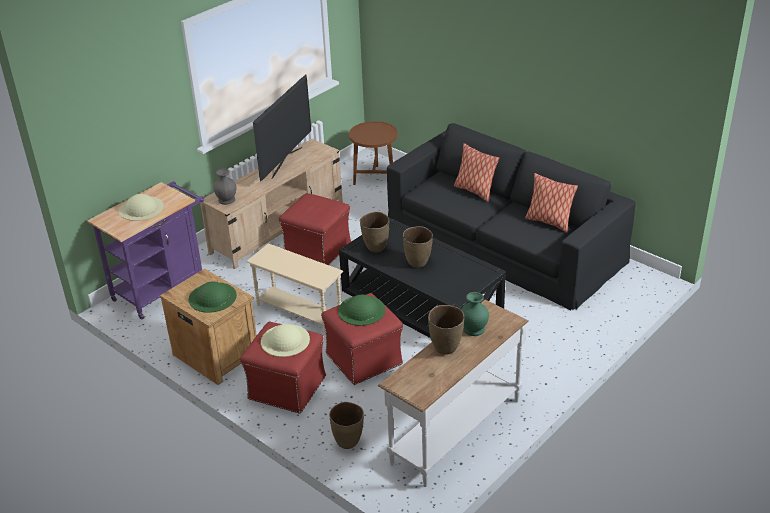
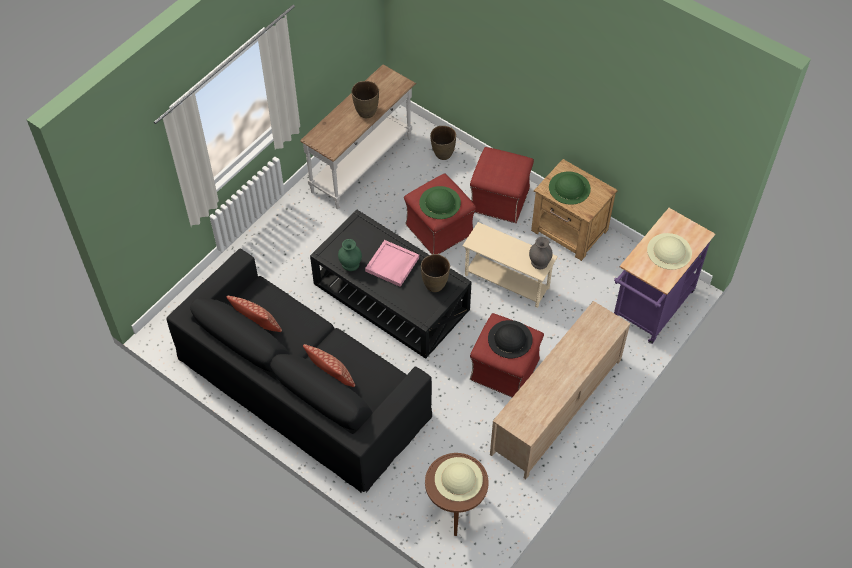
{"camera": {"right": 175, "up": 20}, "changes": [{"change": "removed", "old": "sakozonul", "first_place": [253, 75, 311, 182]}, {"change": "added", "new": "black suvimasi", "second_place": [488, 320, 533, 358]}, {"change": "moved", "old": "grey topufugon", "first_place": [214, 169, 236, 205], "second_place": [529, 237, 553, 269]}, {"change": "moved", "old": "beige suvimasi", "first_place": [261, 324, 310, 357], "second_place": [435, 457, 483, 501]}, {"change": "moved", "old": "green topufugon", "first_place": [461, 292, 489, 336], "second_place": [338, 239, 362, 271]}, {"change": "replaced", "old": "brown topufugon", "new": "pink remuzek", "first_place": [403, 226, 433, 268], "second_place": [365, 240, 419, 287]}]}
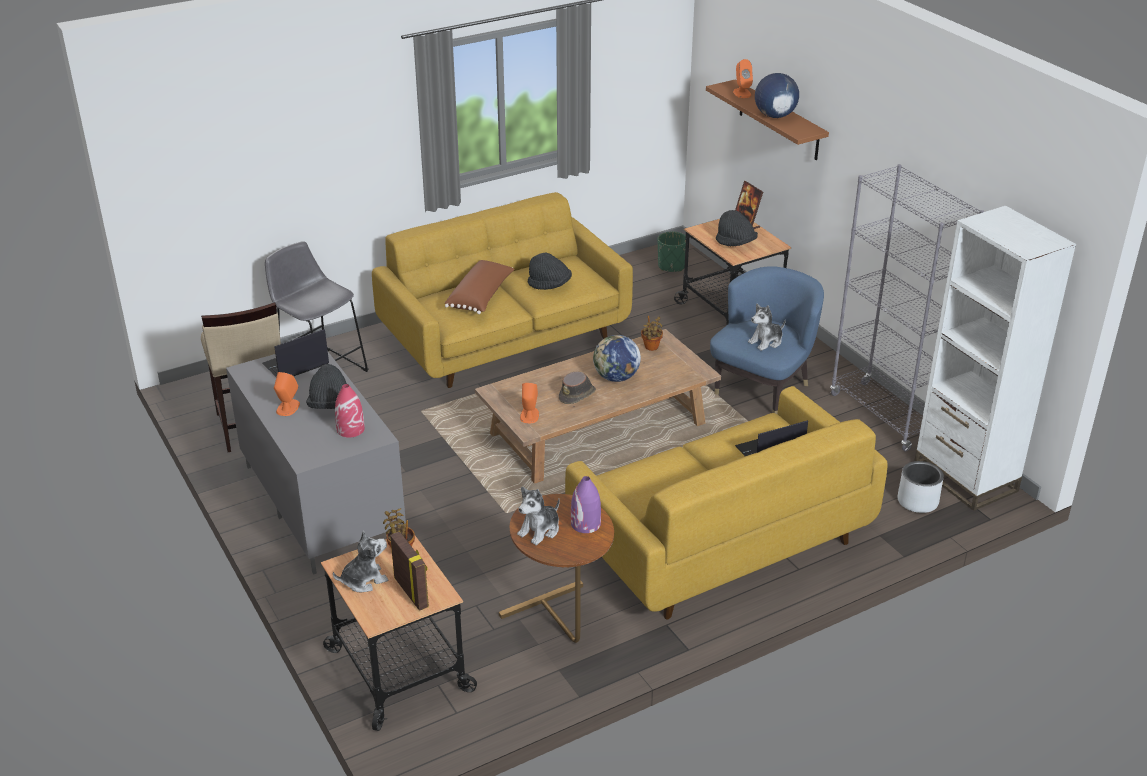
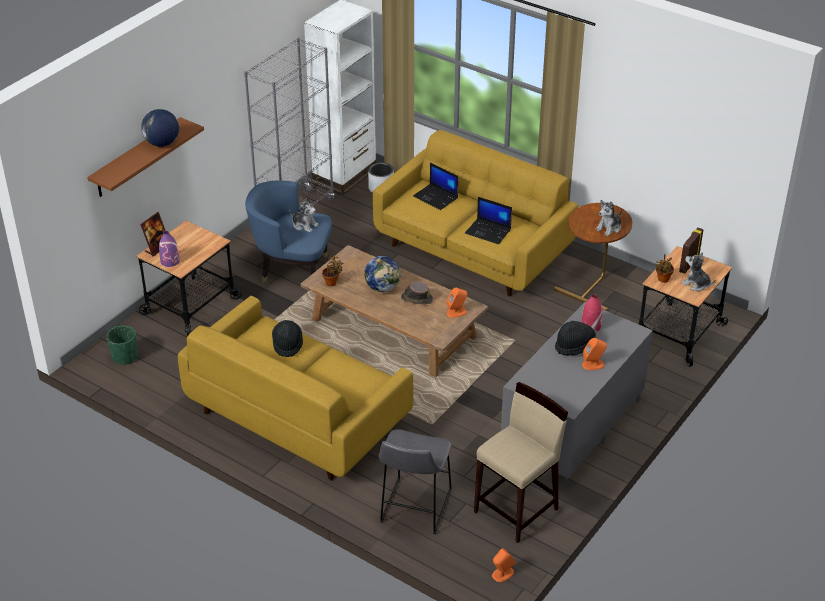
{"camera": {"right": -115, "up": 5}, "changes": [{"change": "removed", "old": "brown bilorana", "first_place": [445, 260, 515, 314]}, {"change": "removed", "old": "black suvimasi", "first_place": [716, 210, 758, 246]}, {"change": "moved", "old": "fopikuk", "first_place": [262, 329, 329, 377], "second_place": [465, 197, 512, 244]}, {"change": "moved", "old": "purple topufugon", "first_place": [571, 476, 601, 533], "second_place": [159, 231, 180, 267]}, {"change": "moved", "old": "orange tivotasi", "first_place": [733, 59, 753, 98], "second_place": [492, 548, 516, 582]}, {"change": "turned", "old": "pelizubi", "first_place": [517, 487, 560, 545], "second_place": [595, 200, 622, 236], "degrees": 120}]}
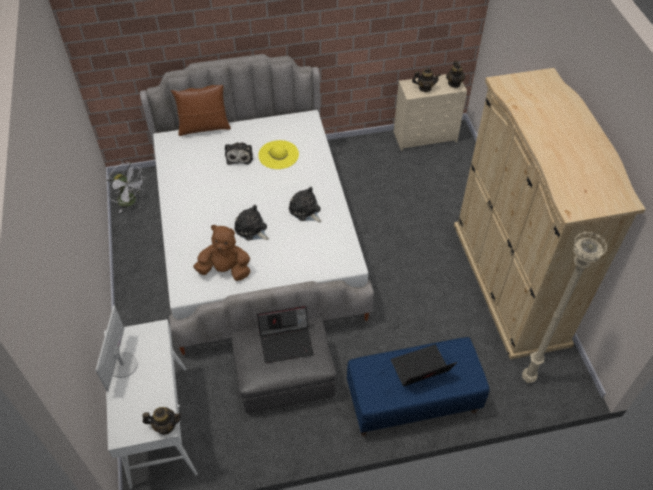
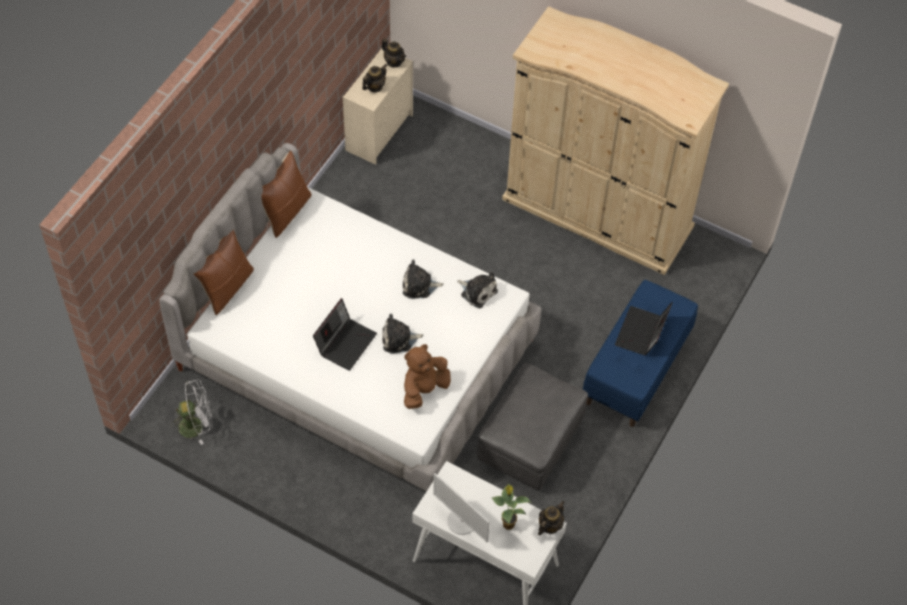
{"camera": {"right": -50, "up": 5}, "changes": [{"change": "removed", "old": "yellow suvimasi", "first_place": [258, 140, 299, 169]}, {"change": "removed", "old": "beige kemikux", "first_place": [522, 232, 608, 383]}, {"change": "added", "new": "brown bilorana", "second_place": [261, 150, 312, 238]}, {"change": "added", "new": "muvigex", "second_place": [492, 484, 531, 530]}, {"change": "moved", "old": "pelizubi", "first_place": [225, 142, 253, 165], "second_place": [457, 272, 498, 308]}, {"change": "moved", "old": "fopikuk", "first_place": [257, 306, 314, 363], "second_place": [313, 298, 377, 371]}]}
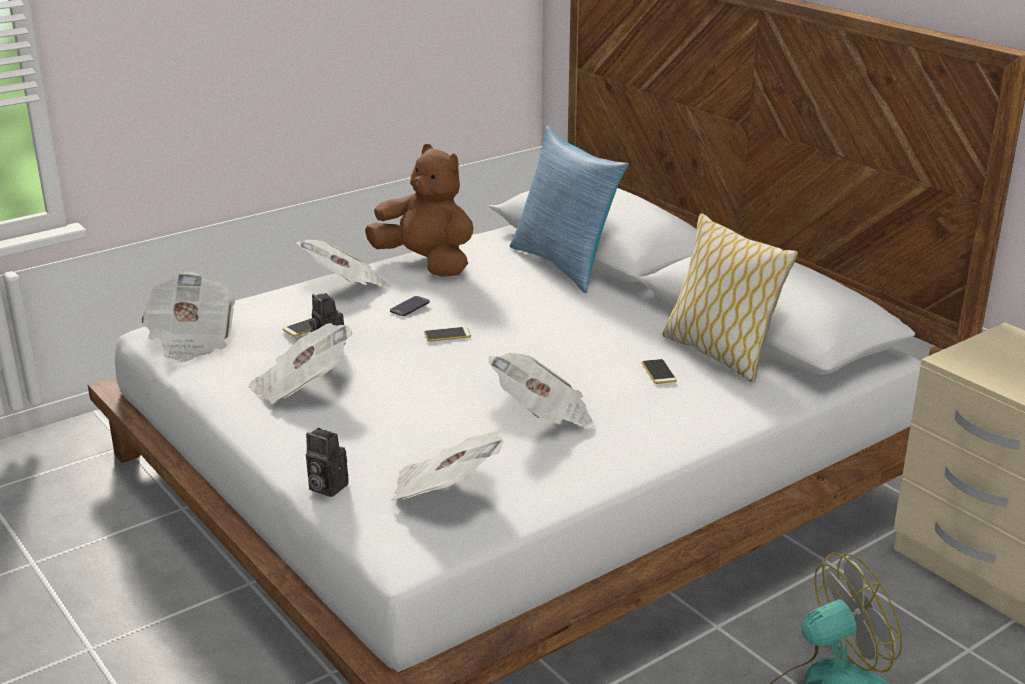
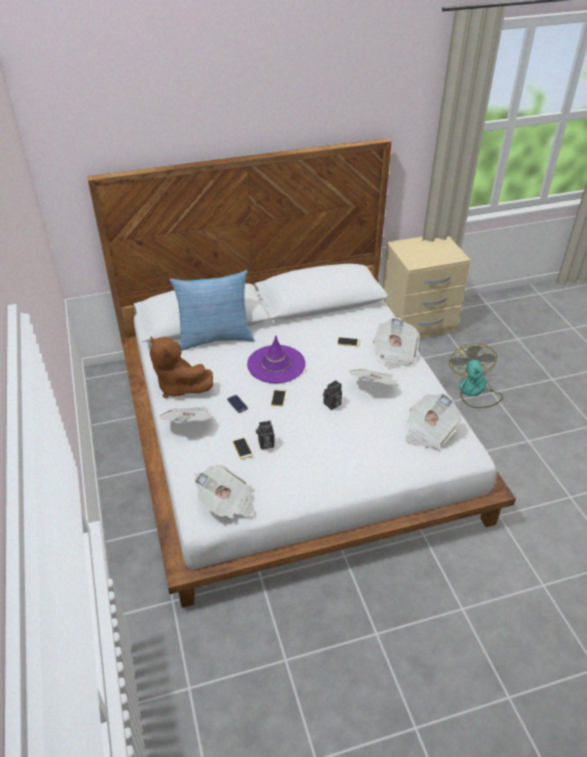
{"camera": {"right": -70, "up": 15}, "changes": [{"change": "removed", "old": "bilorana", "first_place": [663, 213, 798, 383]}, {"change": "added", "new": "purple suvimasi", "second_place": [247, 336, 306, 383]}, {"change": "moved", "old": "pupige", "first_place": [249, 323, 352, 404], "second_place": [373, 317, 420, 369]}, {"change": "moved", "old": "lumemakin", "first_place": [306, 428, 349, 497], "second_place": [323, 380, 342, 410]}, {"change": "turned", "old": "brown pelizubi", "first_place": [365, 144, 474, 277], "second_place": [150, 336, 213, 398], "degrees": -105}]}
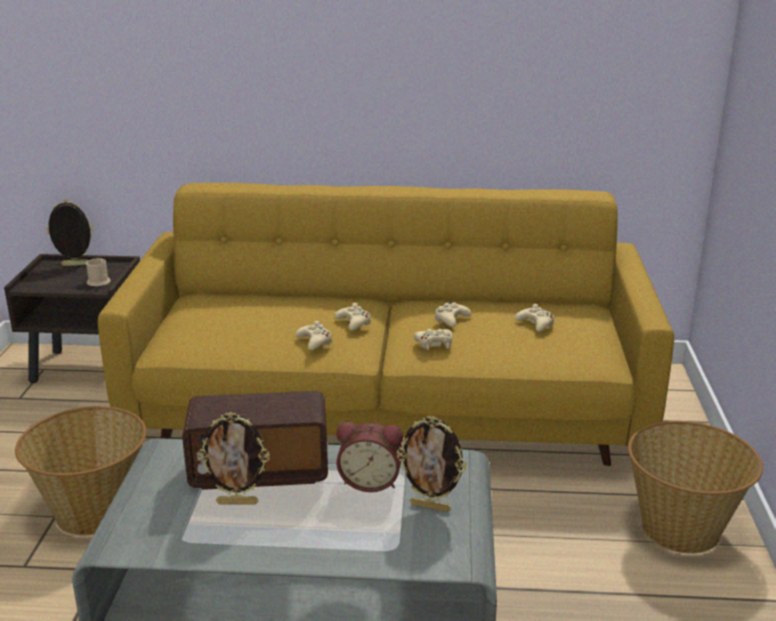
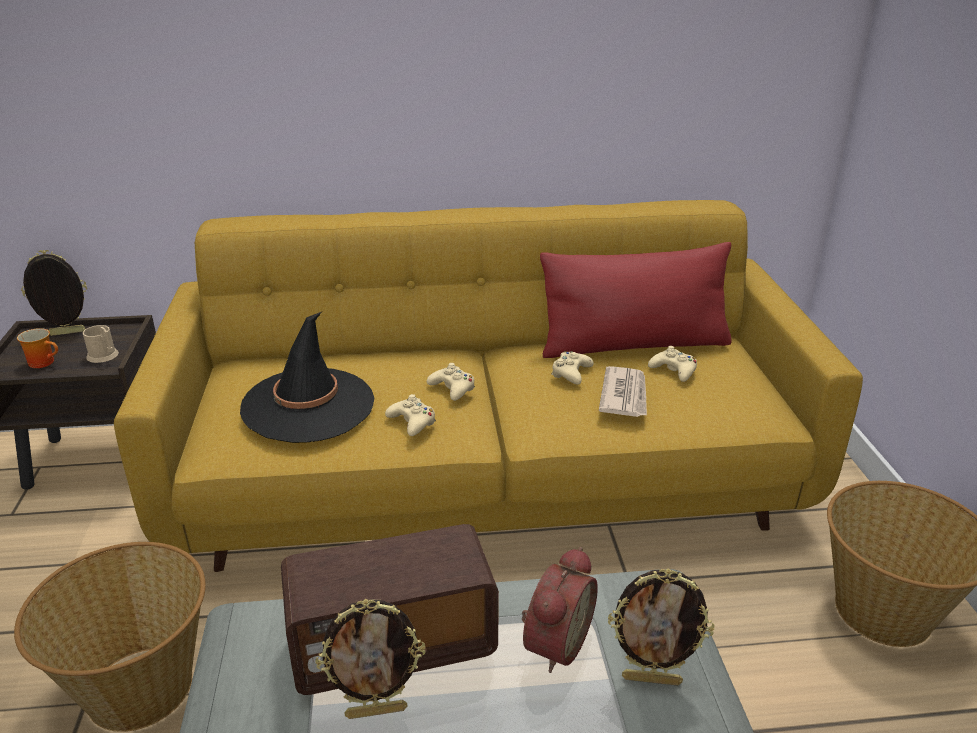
{"camera": {"right": -10, "up": 5}, "changes": [{"change": "removed", "old": "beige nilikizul", "first_place": [414, 329, 453, 350]}, {"change": "added", "new": "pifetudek", "second_place": [17, 328, 58, 368]}, {"change": "added", "new": "black suvimasi", "second_place": [240, 312, 374, 443]}, {"change": "added", "new": "red bilorana", "second_place": [540, 242, 732, 358]}, {"change": "added", "new": "pupige", "second_place": [599, 366, 647, 417]}, {"change": "turned", "old": "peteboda", "first_place": [337, 422, 403, 492], "second_place": [522, 547, 598, 673], "degrees": -60}]}
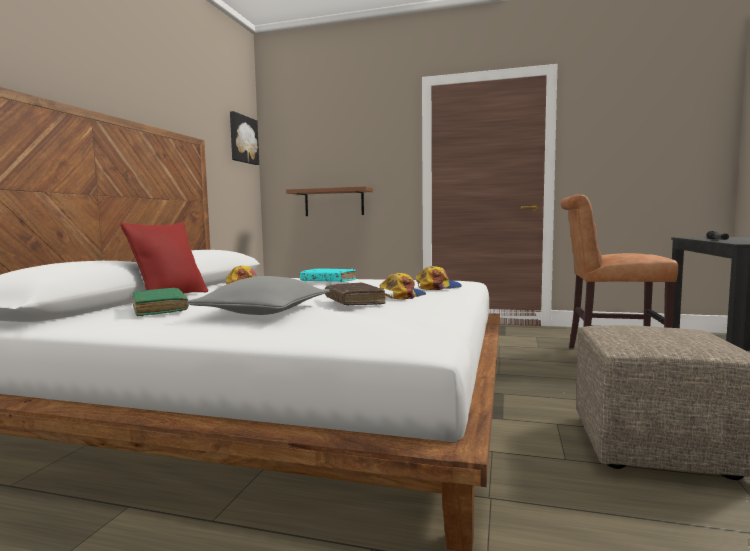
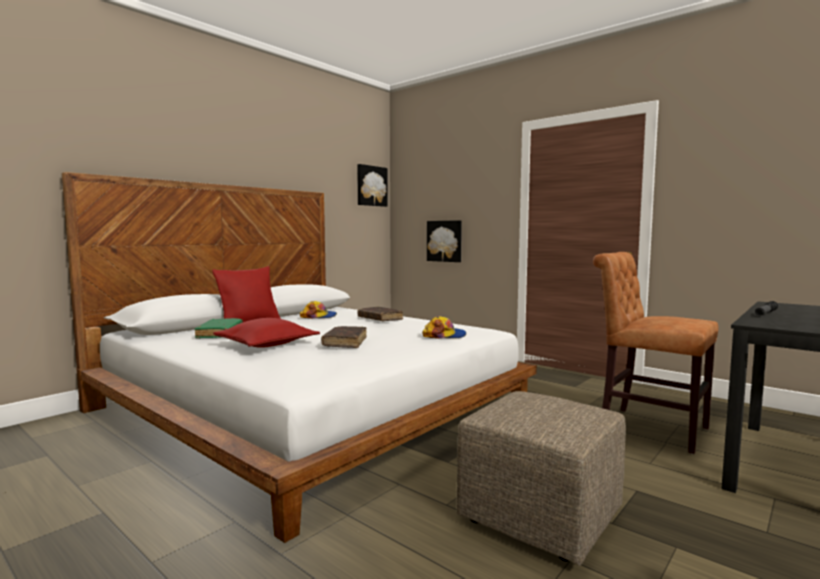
{"camera": {"right": 25, "up": 0}, "changes": [{"change": "removed", "old": "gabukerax", "first_place": [380, 273, 426, 300]}, {"change": "replaced", "old": "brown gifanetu", "new": "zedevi", "first_place": [286, 186, 373, 216], "second_place": [427, 220, 462, 262]}, {"change": "recoloured", "old": "grey bilorana", "new": "red bilorana", "first_place": [187, 276, 330, 315], "second_place": [213, 318, 320, 348]}, {"change": "recoloured", "old": "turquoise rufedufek", "new": "brown rufedufek", "first_place": [300, 268, 356, 282], "second_place": [357, 306, 403, 322]}]}
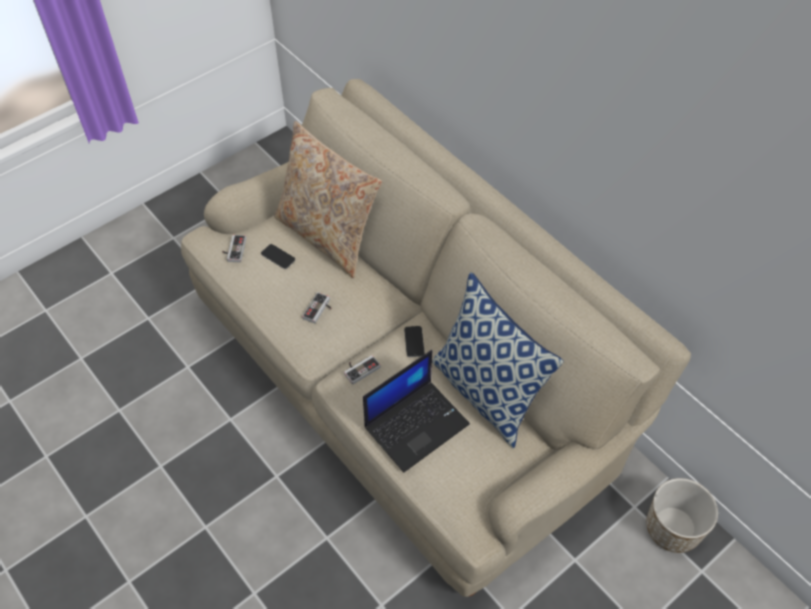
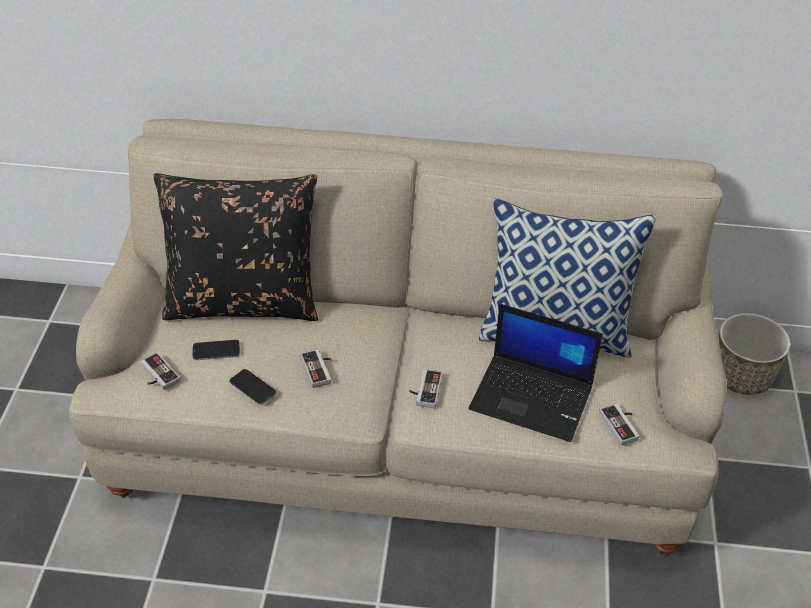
{"camera": {"right": -45, "up": -10}, "changes": [{"change": "added", "new": "nilikizul", "second_place": [599, 403, 639, 446]}, {"change": "moved", "old": "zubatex", "first_place": [404, 326, 425, 357], "second_place": [229, 369, 276, 405]}, {"change": "recoloured", "old": "beige bilorana", "new": "black bilorana", "first_place": [274, 121, 382, 278], "second_place": [153, 173, 318, 321]}, {"change": "turned", "old": "fopikuk", "first_place": [363, 350, 470, 472], "second_place": [468, 304, 603, 442], "degrees": 105}]}
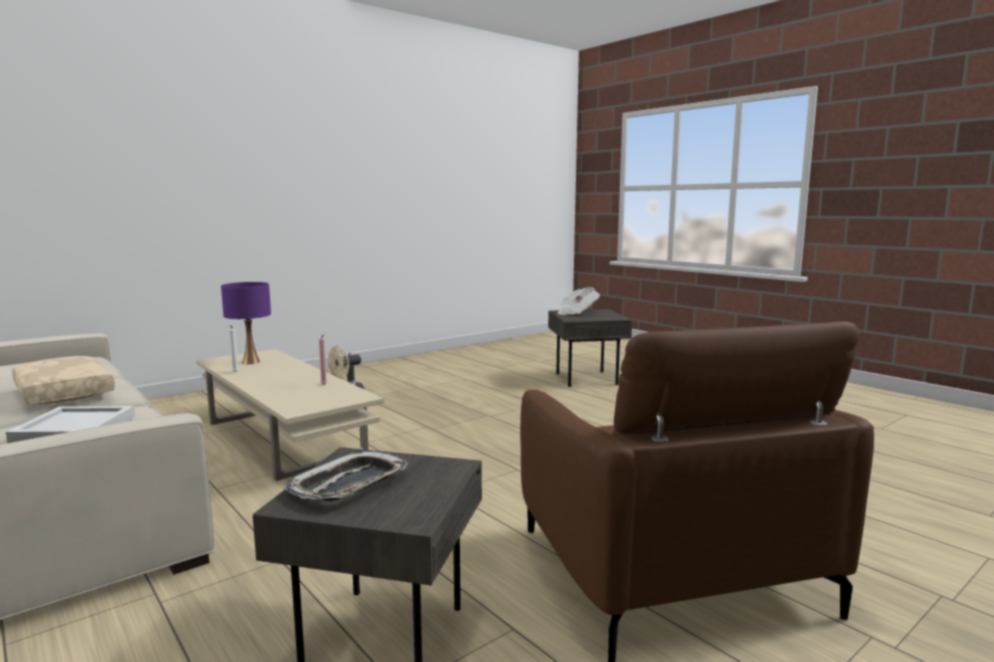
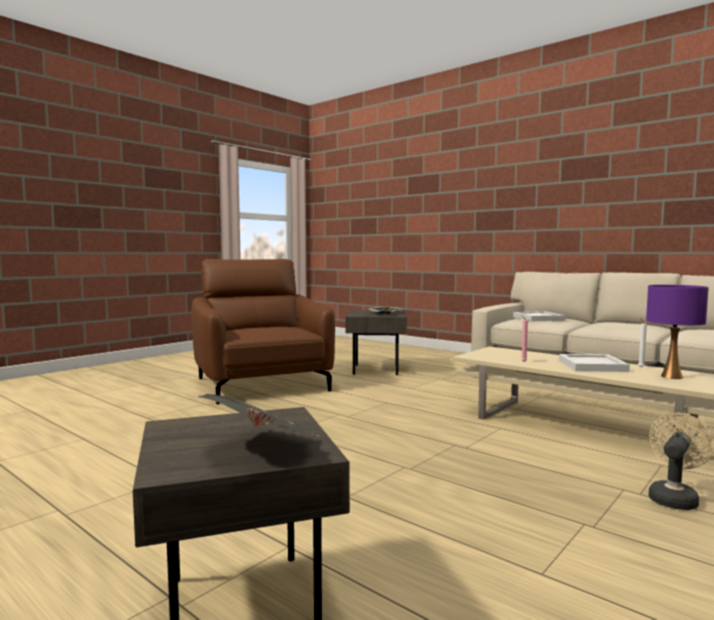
{"camera": {"right": 170, "up": -5}, "changes": [{"change": "removed", "old": "beige bilorana", "first_place": [12, 356, 115, 405]}, {"change": "added", "new": "white remuzek", "second_place": [559, 354, 630, 372]}]}
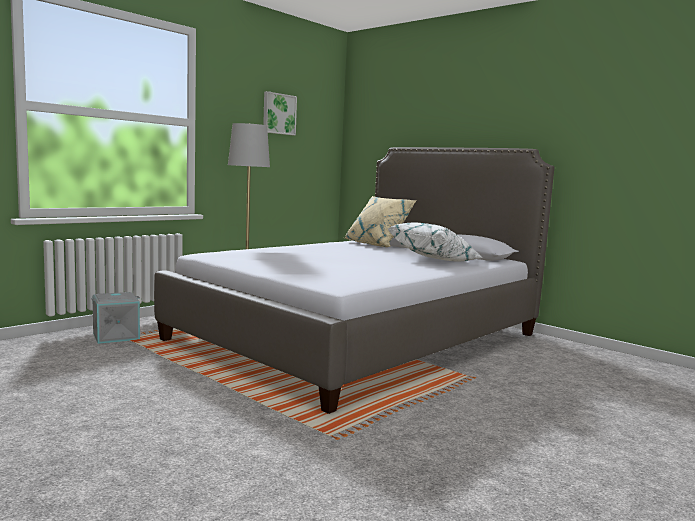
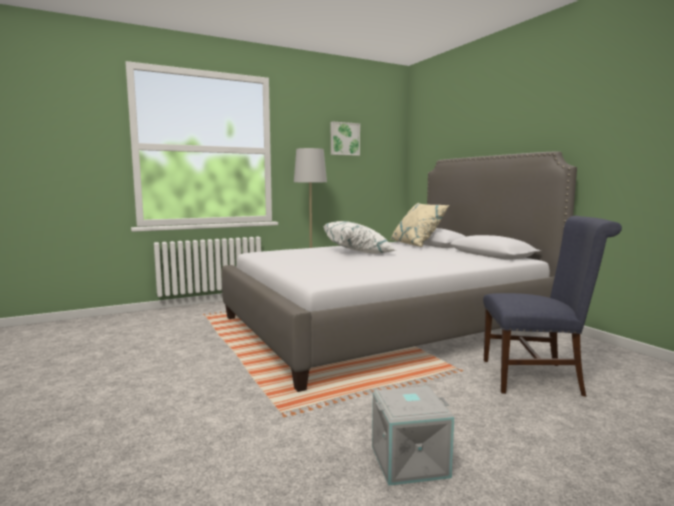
{"camera": {"right": 20, "up": 0}, "changes": [{"change": "added", "new": "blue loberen", "second_place": [483, 216, 622, 397]}, {"change": "moved", "old": "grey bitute", "first_place": [92, 292, 140, 344], "second_place": [372, 386, 454, 486]}, {"change": "moved", "old": "white bilorana", "first_place": [388, 223, 483, 261], "second_place": [324, 221, 396, 254]}]}
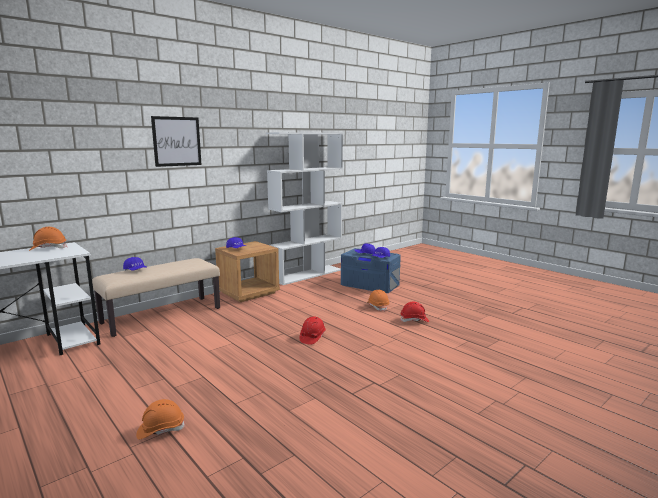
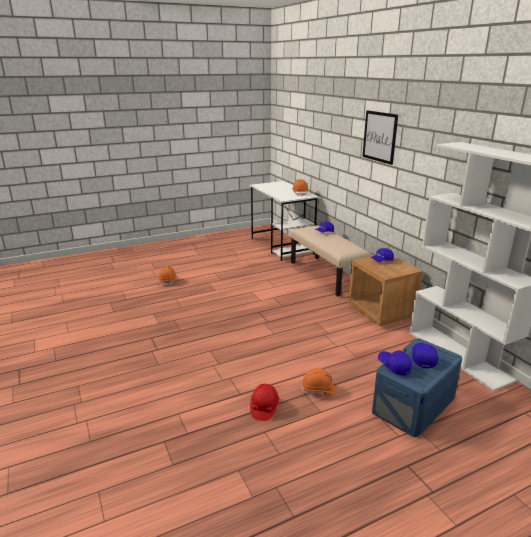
{"camera": {"right": 105, "up": 10}, "changes": [{"change": "removed", "old": "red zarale", "first_place": [300, 316, 326, 344]}]}
